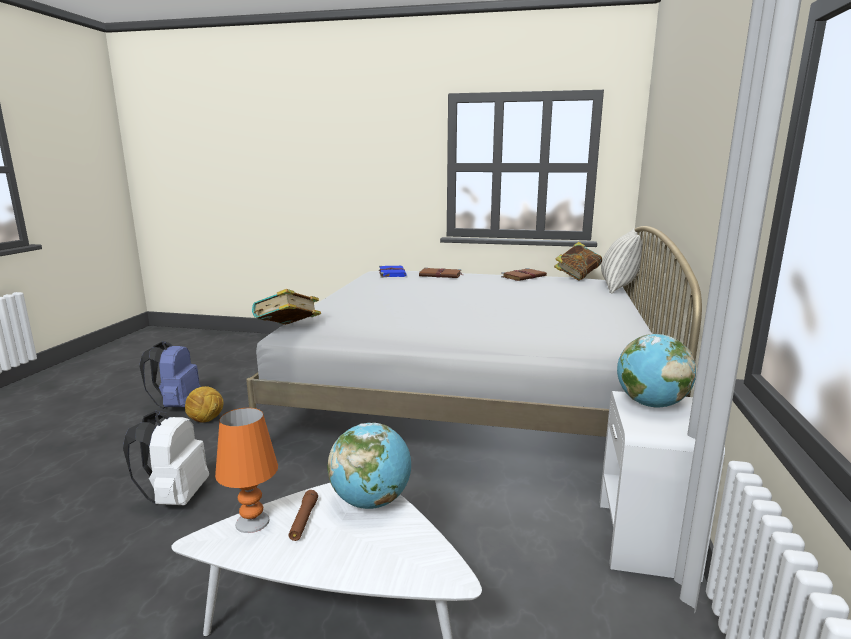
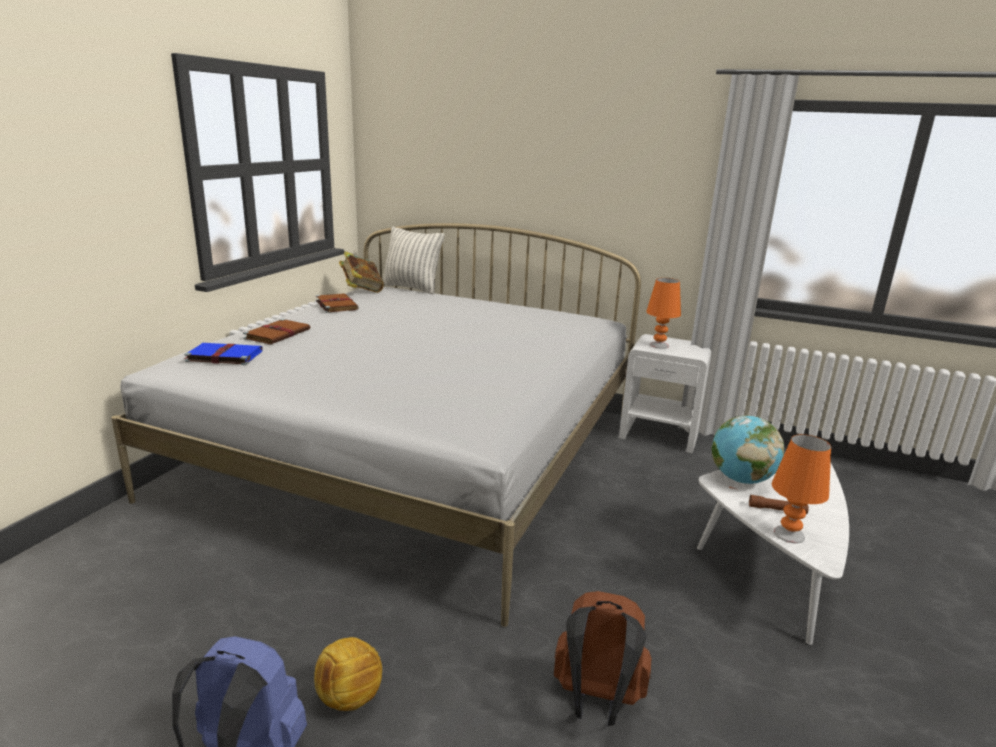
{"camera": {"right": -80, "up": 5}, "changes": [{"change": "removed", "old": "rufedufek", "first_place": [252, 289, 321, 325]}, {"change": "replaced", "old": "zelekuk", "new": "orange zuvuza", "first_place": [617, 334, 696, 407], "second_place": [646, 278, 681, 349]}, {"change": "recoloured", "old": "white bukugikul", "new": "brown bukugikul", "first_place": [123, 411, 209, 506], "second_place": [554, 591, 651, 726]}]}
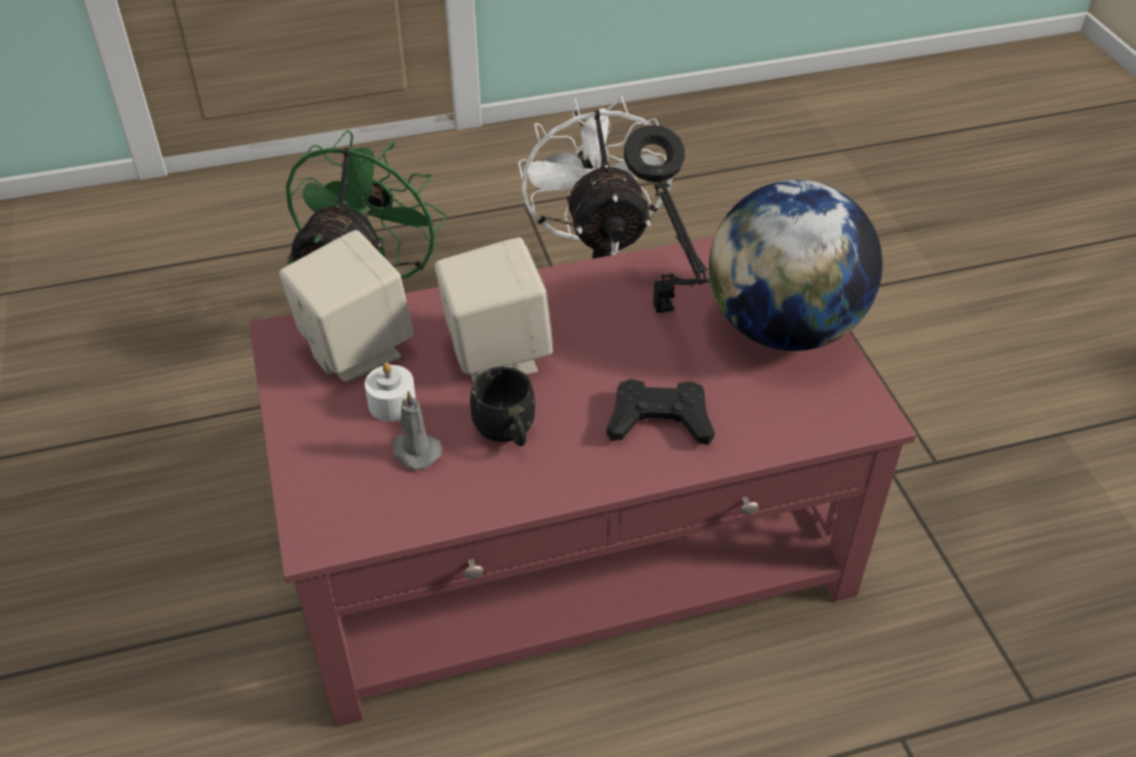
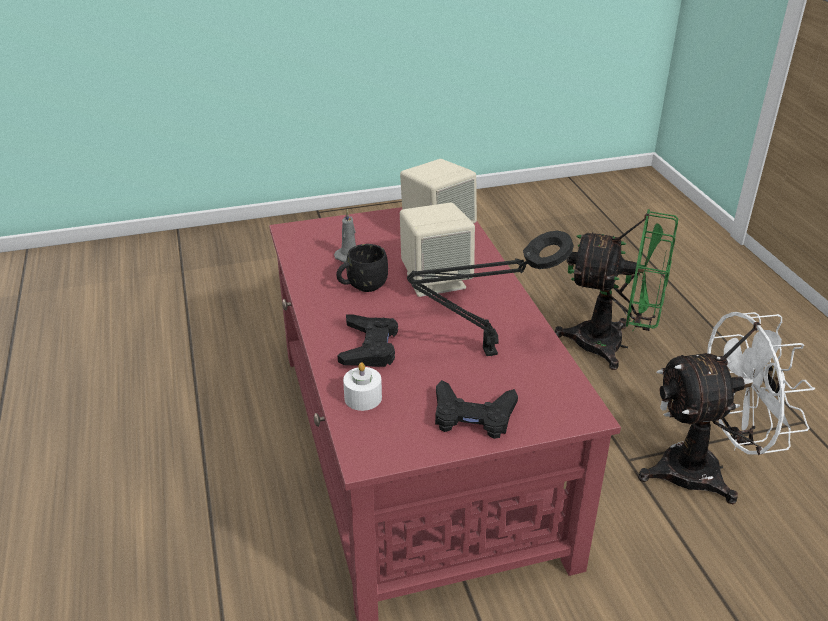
{"camera": {"right": 90, "up": -10}, "changes": [{"change": "moved", "old": "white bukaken", "first_place": [365, 362, 416, 421], "second_place": [343, 362, 382, 411]}, {"change": "replaced", "old": "zelekuk", "new": "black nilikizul", "first_place": [709, 180, 882, 351], "second_place": [435, 380, 518, 439]}]}
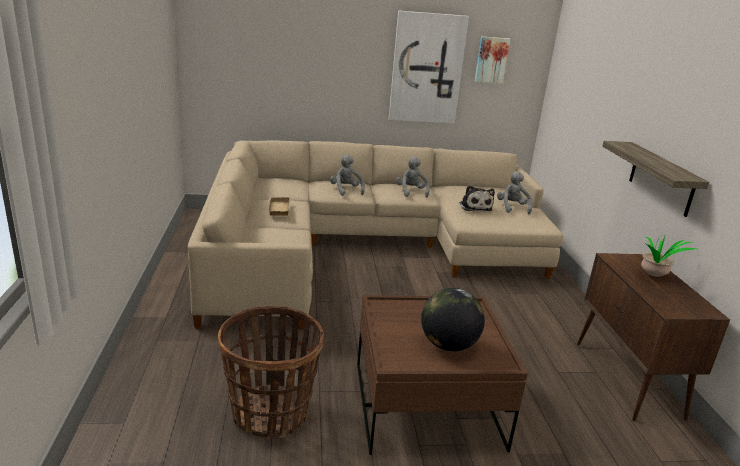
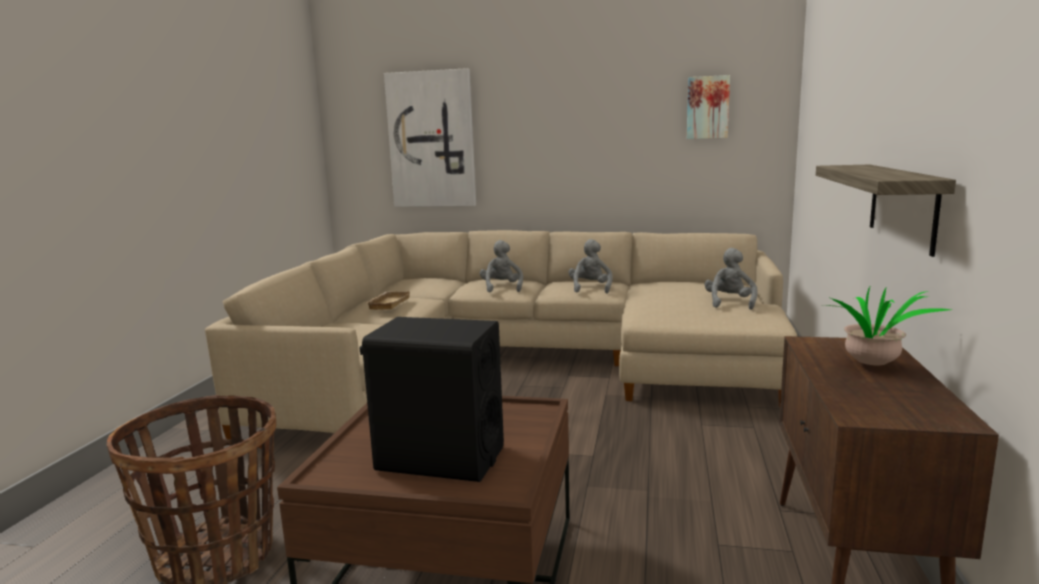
{"camera": {"right": 20, "up": -10}, "changes": [{"change": "removed", "old": "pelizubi", "first_place": [460, 186, 495, 211]}, {"change": "moved", "old": "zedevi", "first_place": [389, 11, 469, 123], "second_place": [384, 68, 476, 207]}, {"change": "replaced", "old": "zelekuk", "new": "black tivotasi", "first_place": [421, 288, 485, 351], "second_place": [359, 317, 504, 482]}]}
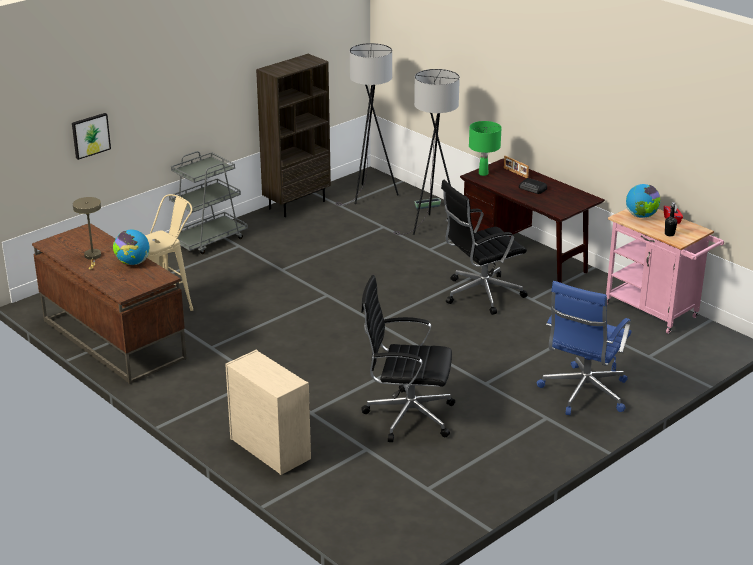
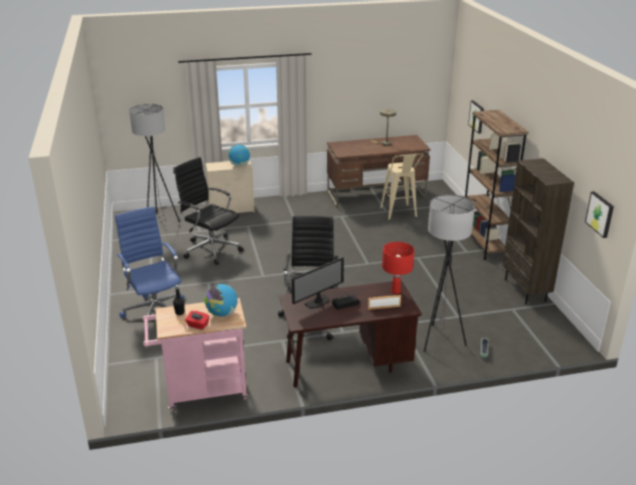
{"camera": {"right": 120, "up": 0}, "changes": [{"change": "added", "new": "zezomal", "second_place": [292, 257, 344, 309]}, {"change": "added", "new": "zedevi", "second_place": [585, 191, 614, 238]}, {"change": "moved", "old": "zelekuk", "first_place": [113, 230, 149, 265], "second_place": [228, 144, 250, 166]}, {"change": "moved", "old": "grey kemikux", "first_place": [336, 43, 399, 206], "second_place": [129, 104, 180, 222]}, {"change": "replaced", "old": "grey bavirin", "new": "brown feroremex", "first_place": [168, 151, 248, 254], "second_place": [465, 110, 529, 260]}, {"change": "recoloured", "old": "green zuvuza", "new": "red zuvuza", "first_place": [469, 121, 502, 176], "second_place": [382, 242, 414, 294]}, {"change": "turned", "old": "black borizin", "first_place": [361, 275, 455, 442], "second_place": [173, 157, 243, 265], "degrees": -90}]}
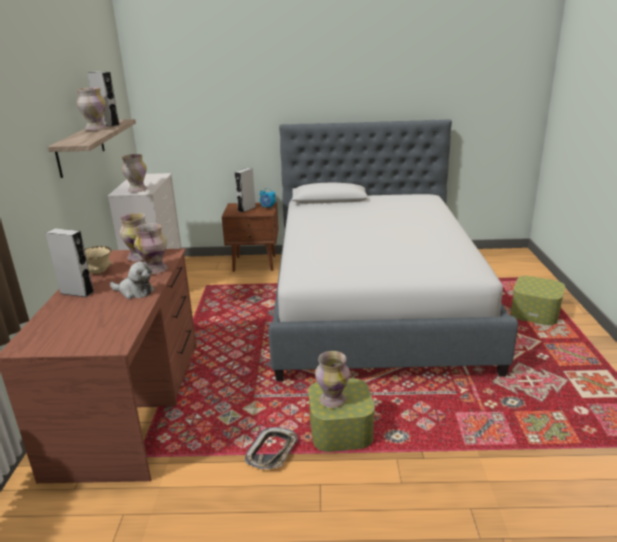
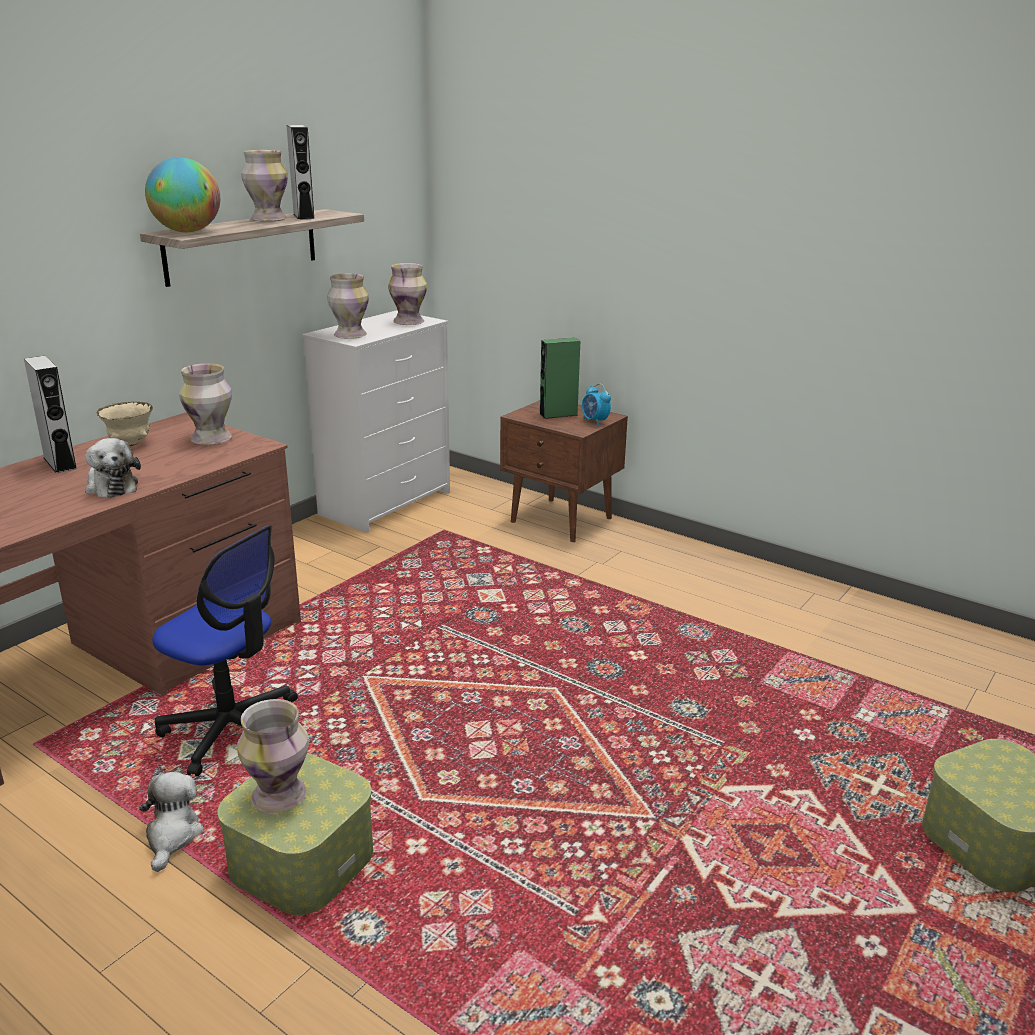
{"camera": {"right": 35, "up": 0}, "changes": [{"change": "removed", "old": "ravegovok", "first_place": [268, 119, 518, 381]}, {"change": "added", "new": "zelekuk", "second_place": [145, 157, 220, 232]}, {"change": "added", "new": "borizin", "second_place": [152, 525, 298, 777]}, {"change": "moved", "old": "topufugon", "first_place": [134, 223, 168, 274], "second_place": [388, 263, 427, 325]}, {"change": "replaced", "old": "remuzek", "new": "pelizubi", "first_place": [245, 427, 298, 469], "second_place": [140, 772, 204, 872]}, {"change": "recoloured", "old": "grey tivotasi", "new": "green tivotasi", "first_place": [235, 168, 256, 213], "second_place": [539, 338, 580, 419]}]}
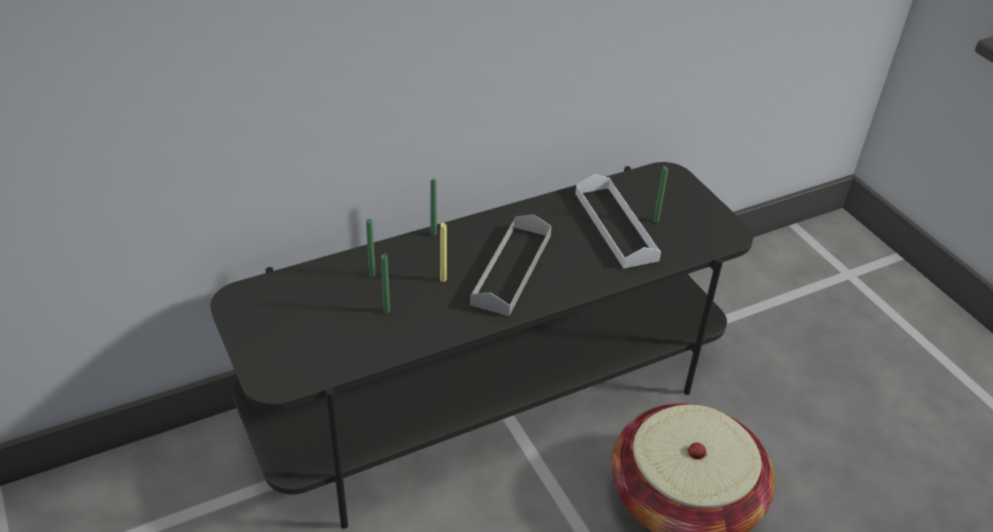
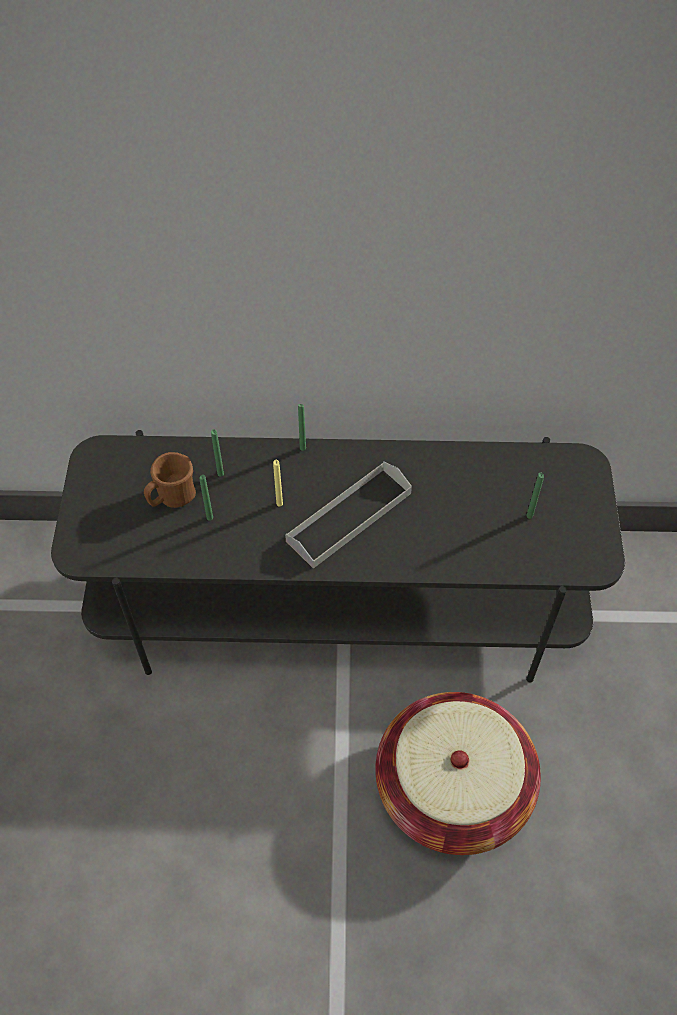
{"camera": {"right": 30, "up": 15}, "changes": [{"change": "removed", "old": "white remuzek", "first_place": [575, 174, 661, 269]}, {"change": "added", "new": "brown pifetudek", "second_place": [144, 452, 196, 508]}]}
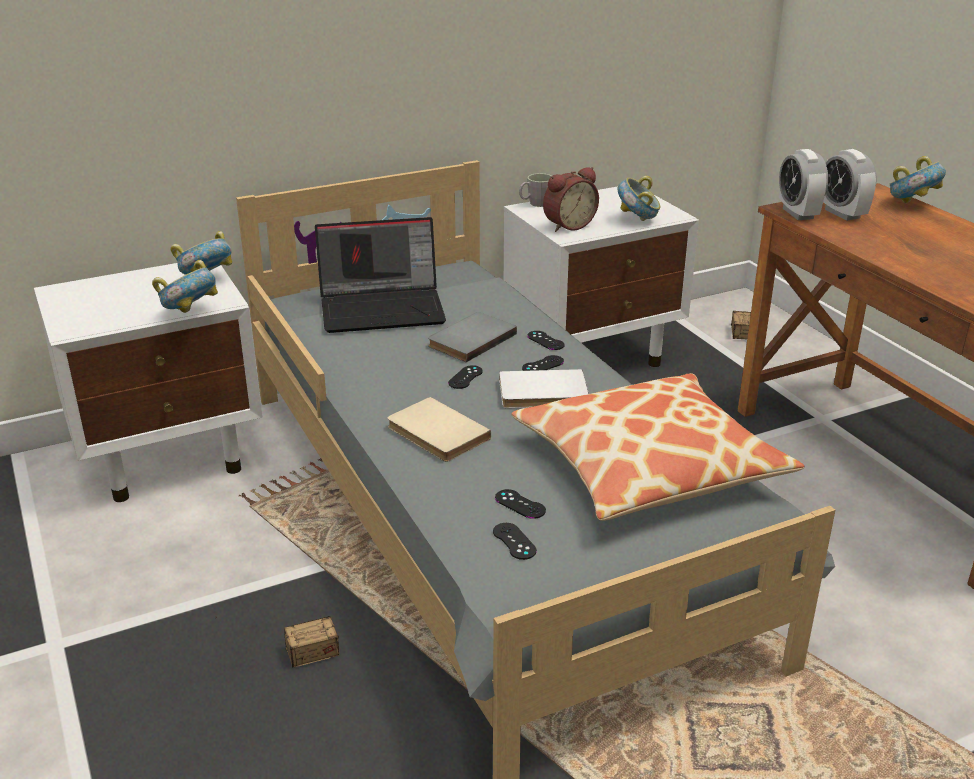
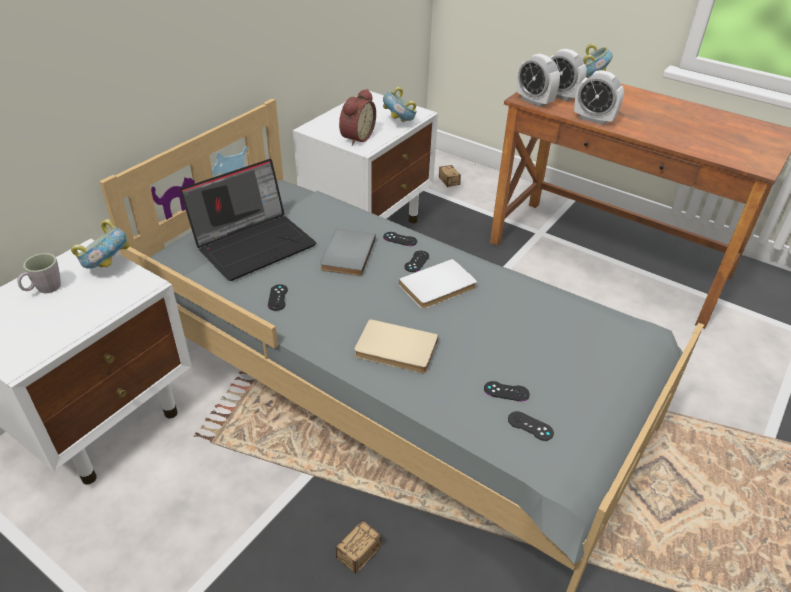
{"camera": {"right": -30, "up": 10}, "changes": [{"change": "removed", "old": "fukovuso", "first_place": [152, 260, 218, 313]}, {"change": "removed", "old": "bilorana", "first_place": [512, 373, 805, 521]}, {"change": "added", "new": "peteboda", "second_place": [574, 70, 624, 125]}, {"change": "moved", "old": "black nilikizul", "first_place": [448, 365, 483, 389], "second_place": [268, 284, 288, 311]}, {"change": "moved", "old": "grey pifetudek", "first_place": [519, 173, 552, 207], "second_place": [17, 253, 61, 293]}]}
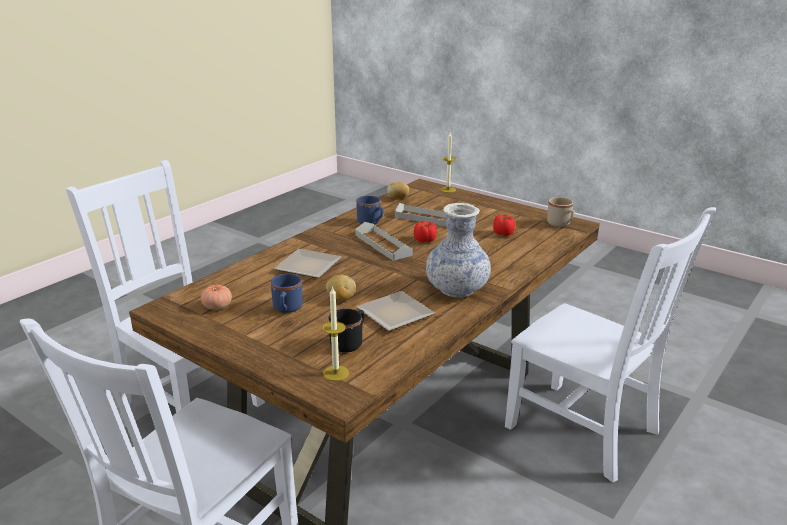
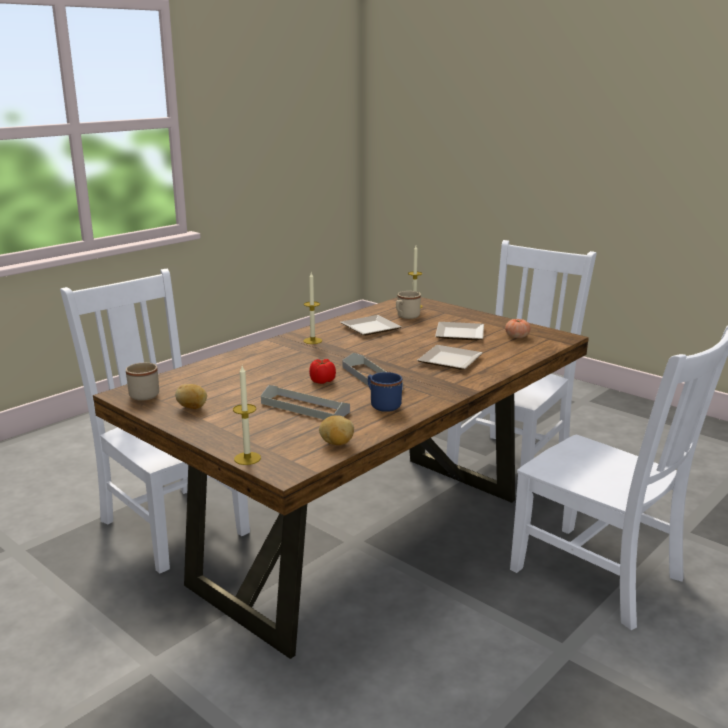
{"camera": {"right": -175, "up": -5}, "changes": [{"change": "removed", "old": "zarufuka", "first_place": [493, 214, 515, 236]}, {"change": "moved", "old": "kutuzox", "first_place": [326, 275, 356, 300], "second_place": [175, 384, 207, 409]}, {"change": "replaced", "old": "blue pifetudek", "new": "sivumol", "first_place": [271, 274, 302, 313], "second_place": [435, 322, 484, 340]}, {"change": "replaced", "old": "topufugon", "new": "bukaken", "first_place": [426, 203, 491, 297], "second_place": [303, 273, 322, 344]}, {"change": "recoloured", "old": "black pifetudek", "new": "beige pifetudek", "first_place": [328, 309, 364, 352], "second_place": [396, 291, 421, 319]}]}
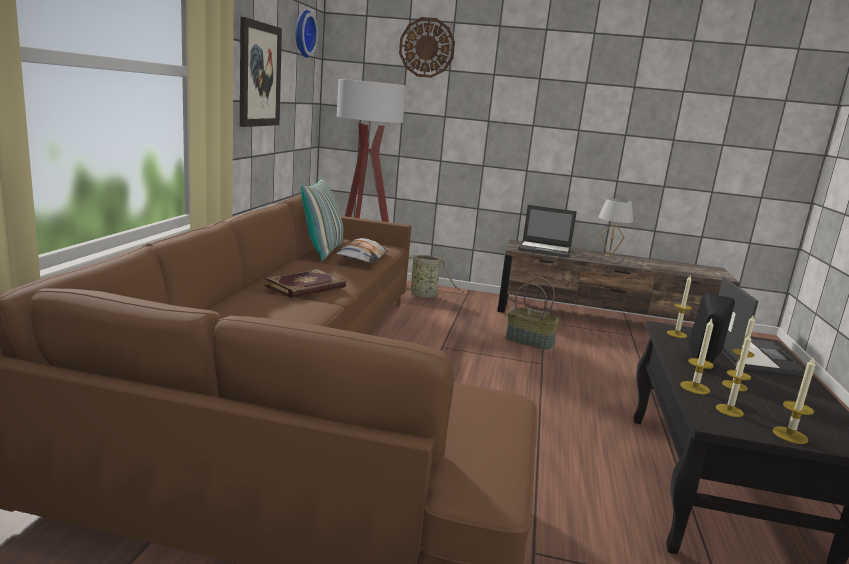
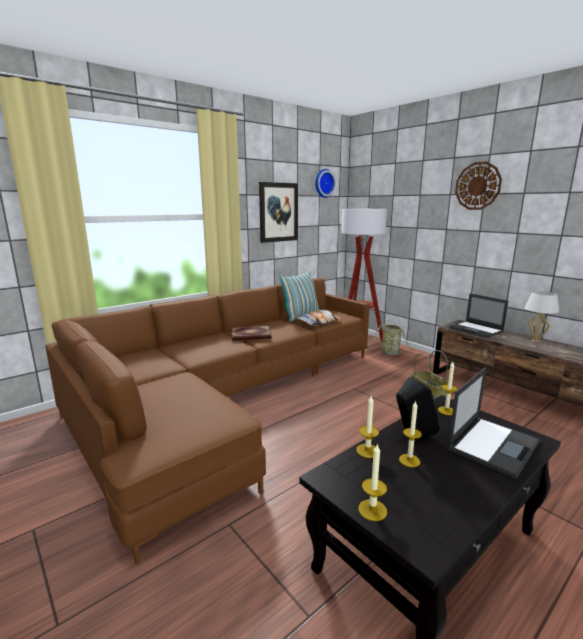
{"camera": {"right": 40, "up": 0}, "changes": [{"change": "removed", "old": "bukaken", "first_place": [716, 334, 751, 417]}, {"change": "moved", "old": "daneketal", "first_place": [399, 17, 455, 78], "second_place": [455, 162, 502, 210]}]}
